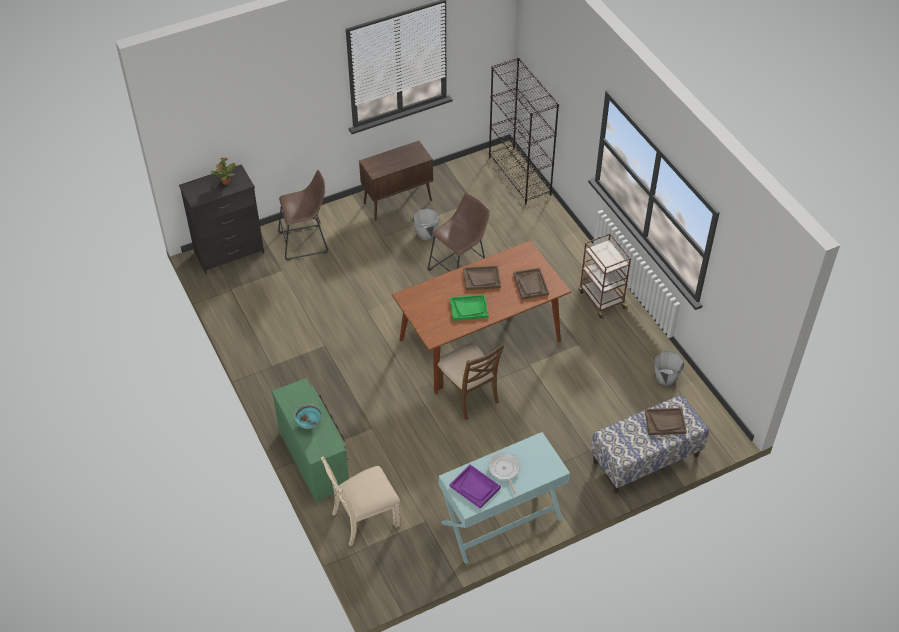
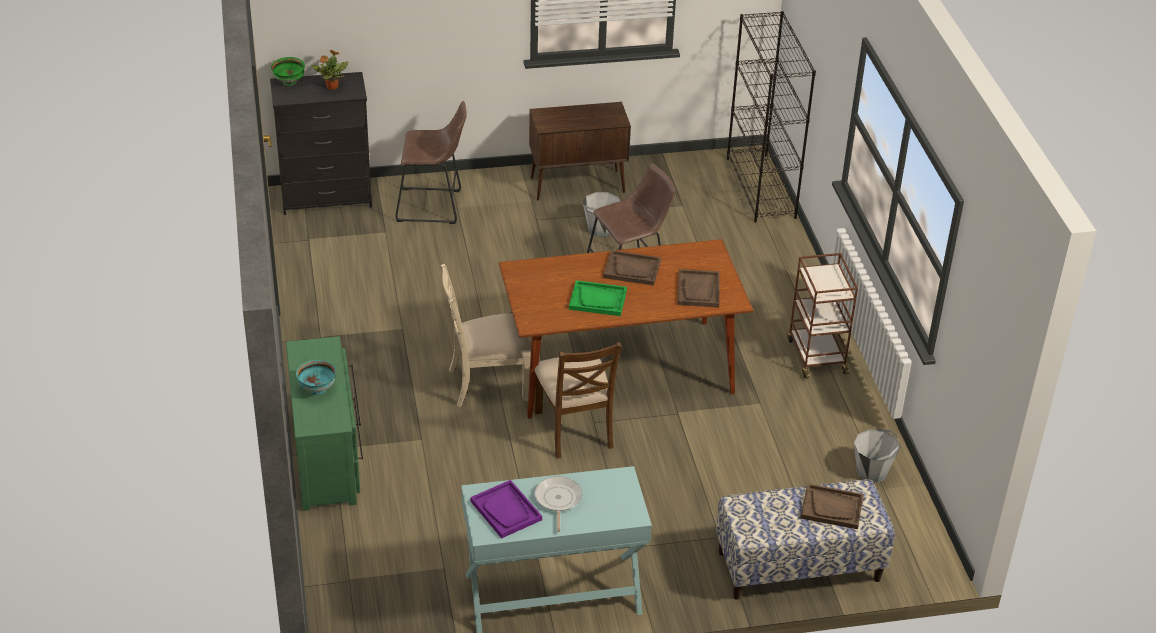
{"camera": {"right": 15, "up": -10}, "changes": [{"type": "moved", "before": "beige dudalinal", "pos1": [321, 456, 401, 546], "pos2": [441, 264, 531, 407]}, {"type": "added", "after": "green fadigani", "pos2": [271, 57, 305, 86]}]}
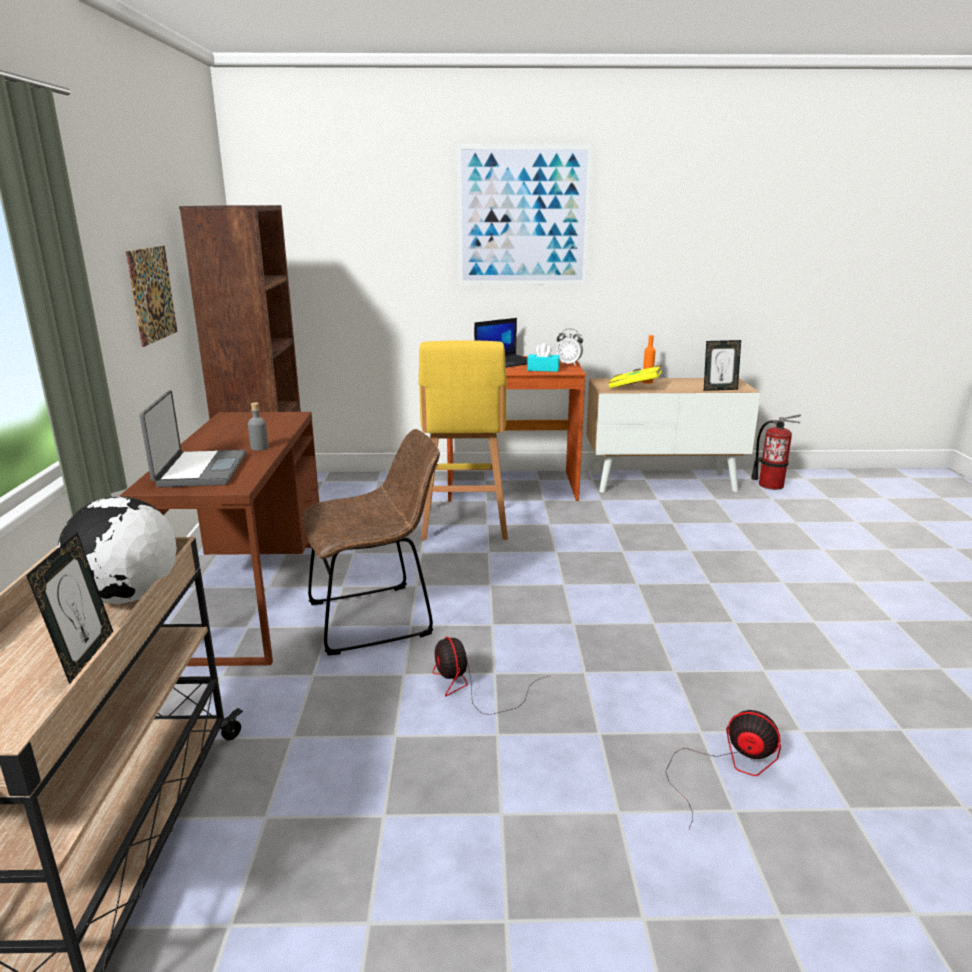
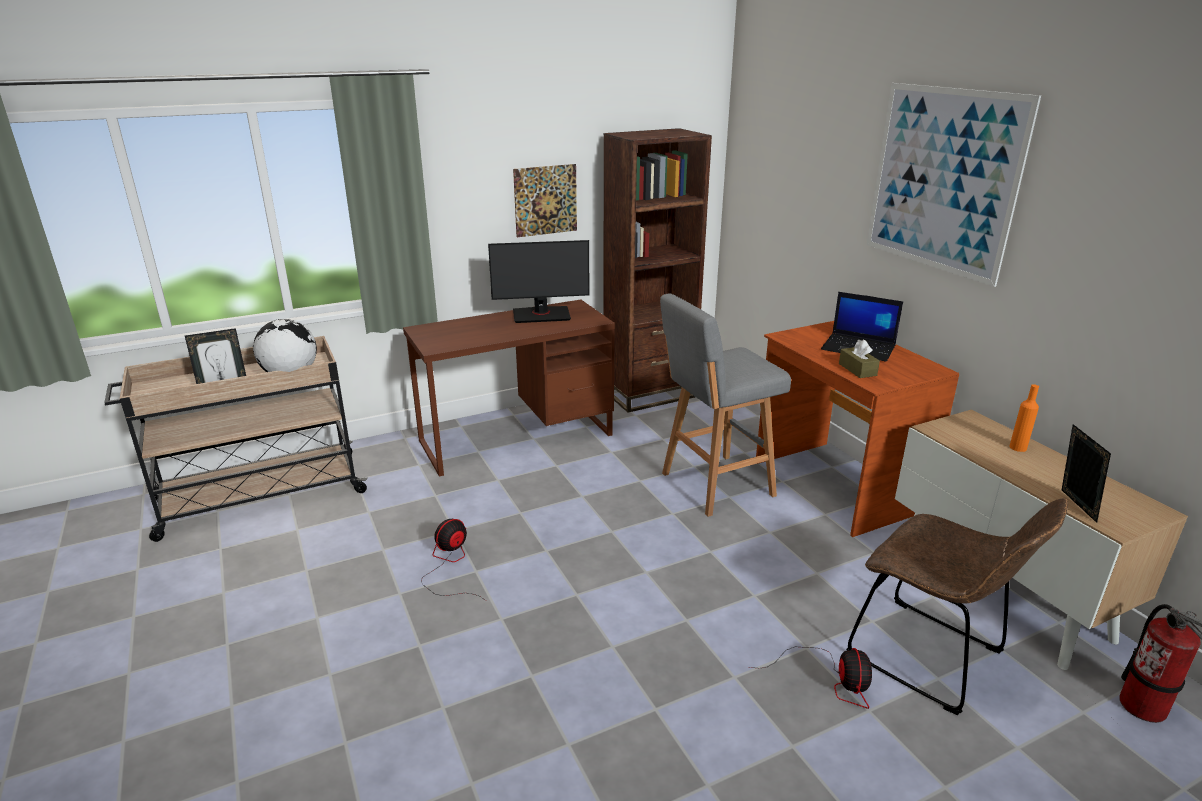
{"camera": {"right": 65, "up": 5}, "changes": [{"type": "removed", "before": "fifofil", "pos1": [556, 329, 583, 366]}, {"type": "recoloured", "before": "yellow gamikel", "after": "grey gamikel", "pos1": [418, 340, 508, 540], "pos2": [660, 293, 791, 517]}, {"type": "turned", "before": "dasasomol", "pos1": [704, 340, 741, 391], "pos2": [1062, 424, 1111, 523], "turn": -150}, {"type": "recoloured", "before": "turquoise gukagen", "after": "brown gukagen", "pos1": [527, 343, 560, 372], "pos2": [839, 339, 880, 378]}, {"type": "removed", "before": "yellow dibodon", "pos1": [608, 365, 662, 388]}, {"type": "removed", "before": "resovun", "pos1": [140, 390, 246, 487]}, {"type": "removed", "before": "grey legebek", "pos1": [248, 402, 268, 451]}, {"type": "moved", "before": "brown dudalinal", "pos1": [302, 429, 440, 655], "pos2": [846, 499, 1068, 715]}, {"type": "moved", "before": "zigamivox", "pos1": [665, 710, 781, 830], "pos2": [749, 647, 872, 709]}, {"type": "added", "after": "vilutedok", "pos2": [488, 240, 590, 323]}]}
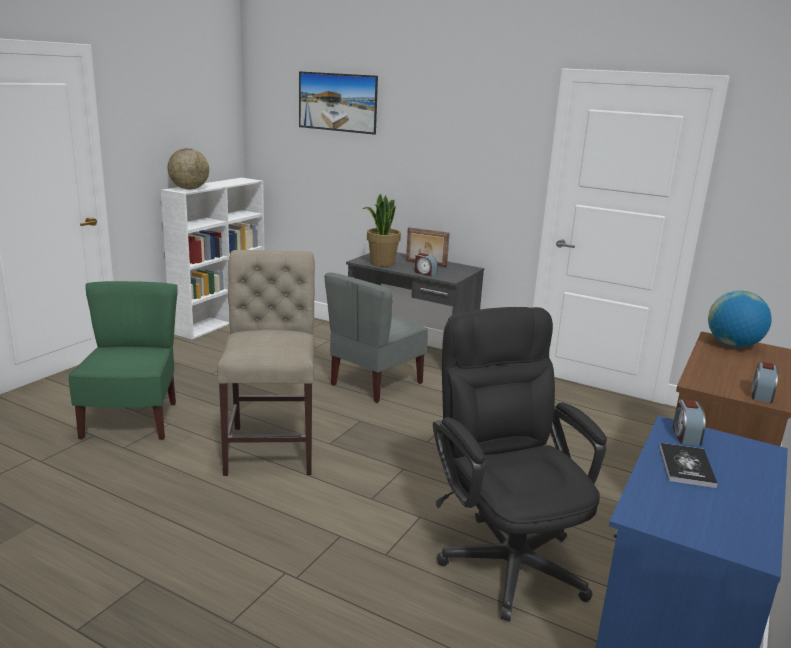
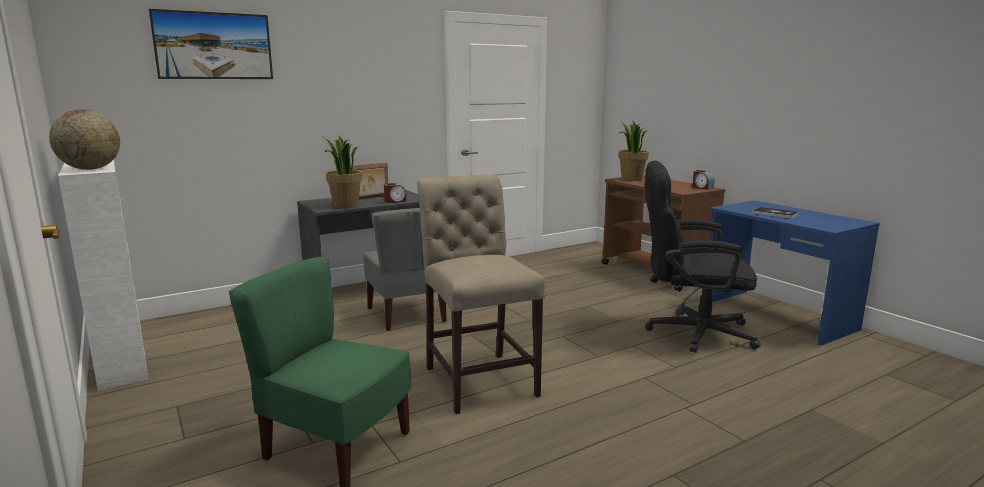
{"camera": {"right": -60, "up": -5}, "changes": [{"type": "turned", "before": "beige dudalinal", "pos1": [217, 250, 315, 476], "pos2": [417, 174, 545, 414], "turn": 45}, {"type": "replaced", "before": "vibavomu", "after": "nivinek", "pos1": [708, 291, 772, 348], "pos2": [618, 121, 649, 181]}, {"type": "removed", "before": "fifofil", "pos1": [673, 399, 706, 446]}]}
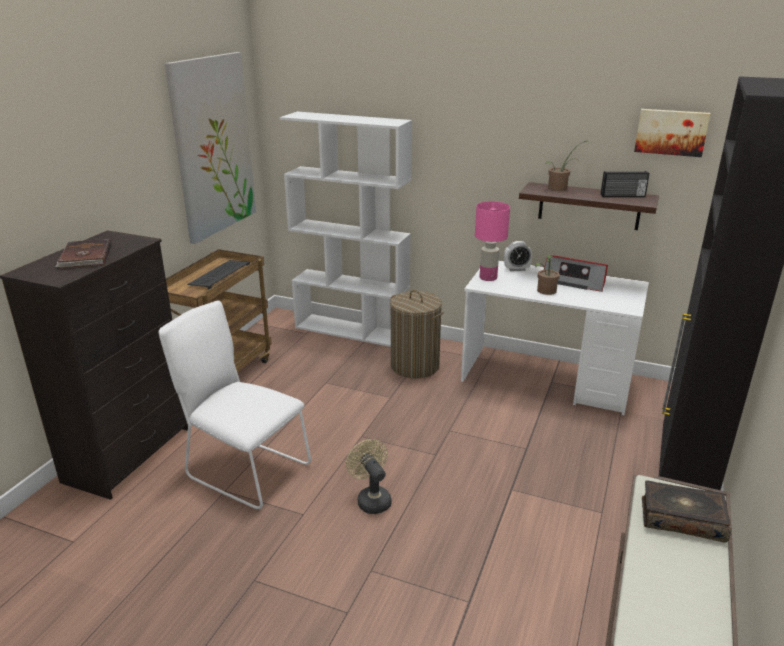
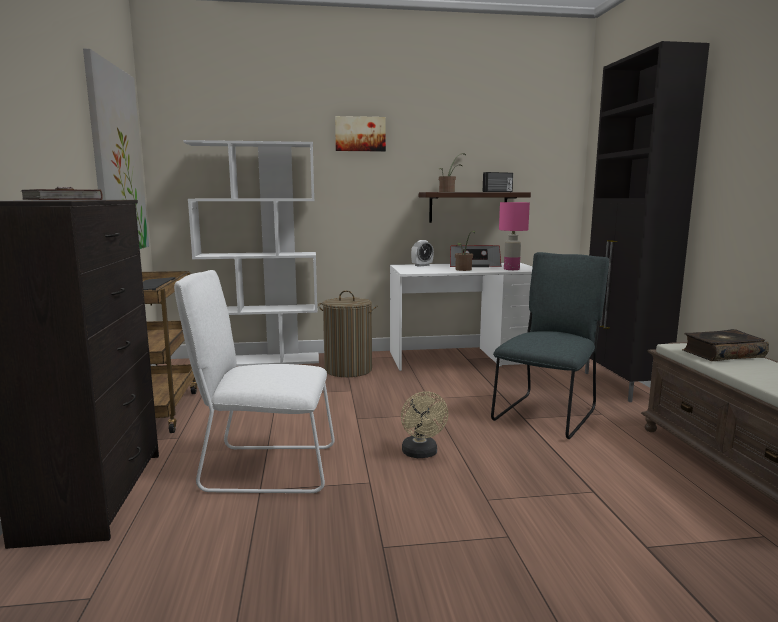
{"camera": {"right": -30, "up": -15}, "changes": [{"type": "moved", "before": "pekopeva", "pos1": [634, 109, 710, 157], "pos2": [335, 116, 386, 152]}, {"type": "moved", "before": "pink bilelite", "pos1": [475, 201, 510, 281], "pos2": [499, 202, 530, 270]}, {"type": "turned", "before": "beige zigamivox", "pos1": [346, 439, 391, 514], "pos2": [401, 391, 448, 458], "turn": -135}, {"type": "added", "after": "grey dudalinal", "pos2": [491, 252, 609, 439]}]}
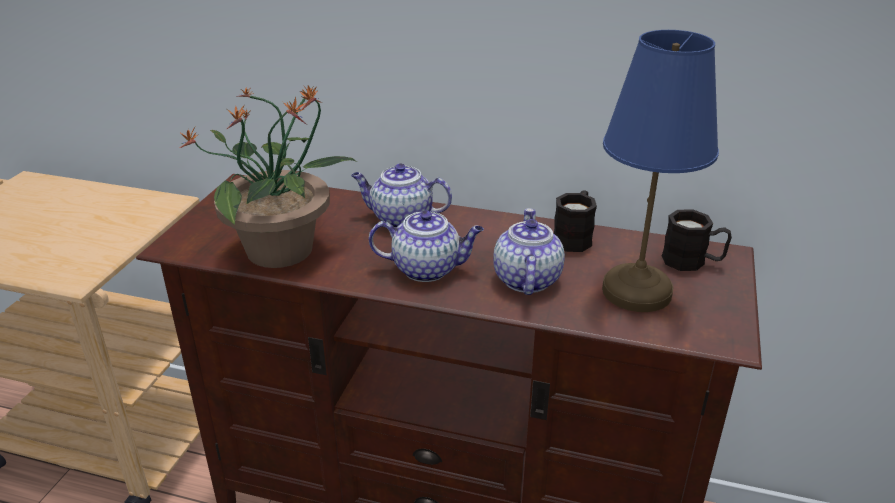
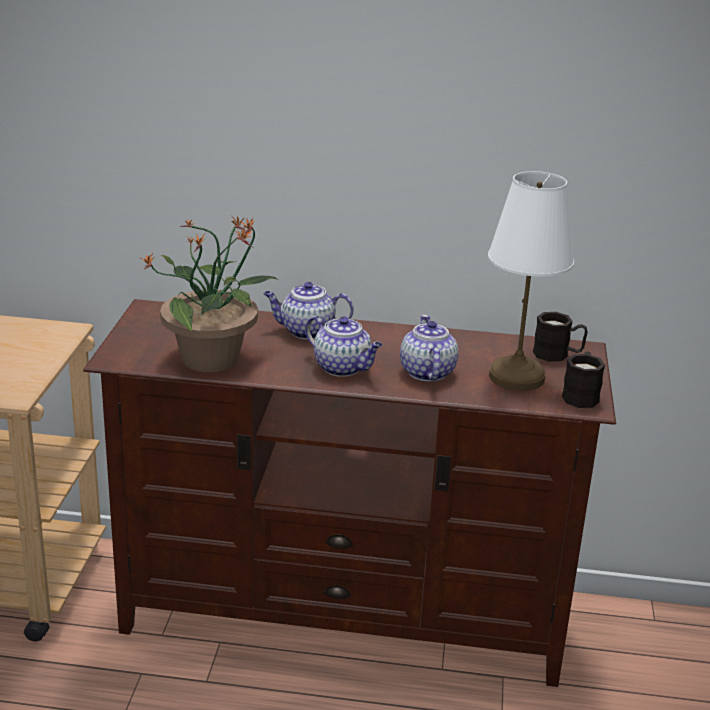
{"camera": {"right": -10, "up": -5}, "changes": [{"type": "recoloured", "before": "blue bilelite", "after": "white bilelite", "pos1": [602, 30, 719, 312], "pos2": [488, 171, 574, 391]}, {"type": "moved", "before": "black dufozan", "pos1": [554, 191, 597, 252], "pos2": [562, 352, 605, 408]}, {"type": "turned", "before": "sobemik", "pos1": [369, 210, 484, 282], "pos2": [305, 316, 382, 377], "turn": 45}]}
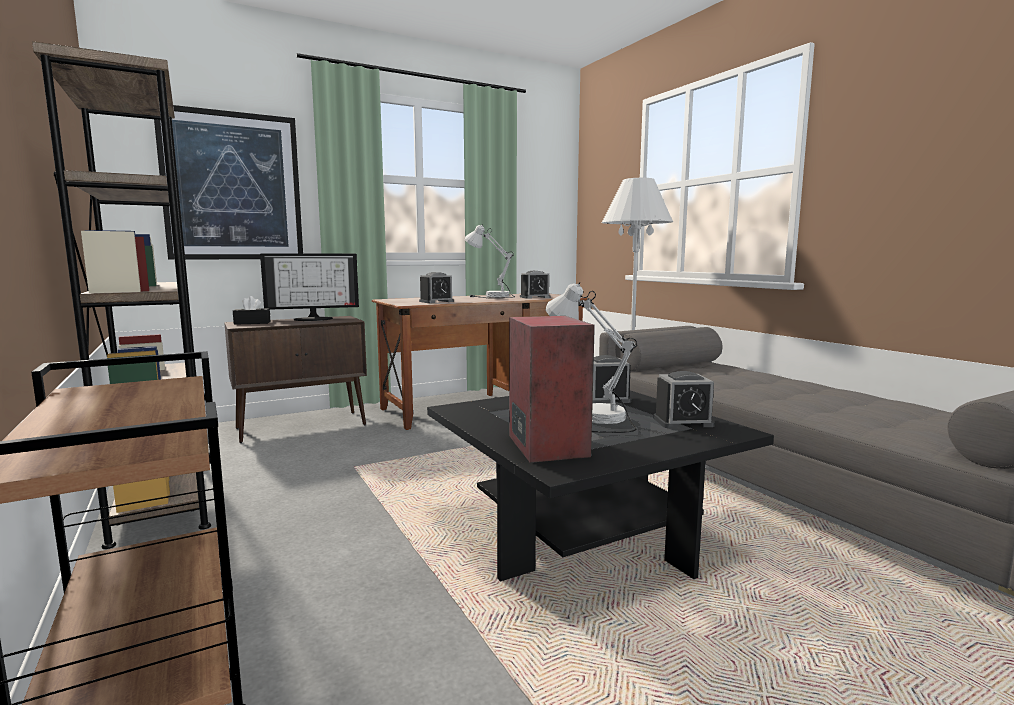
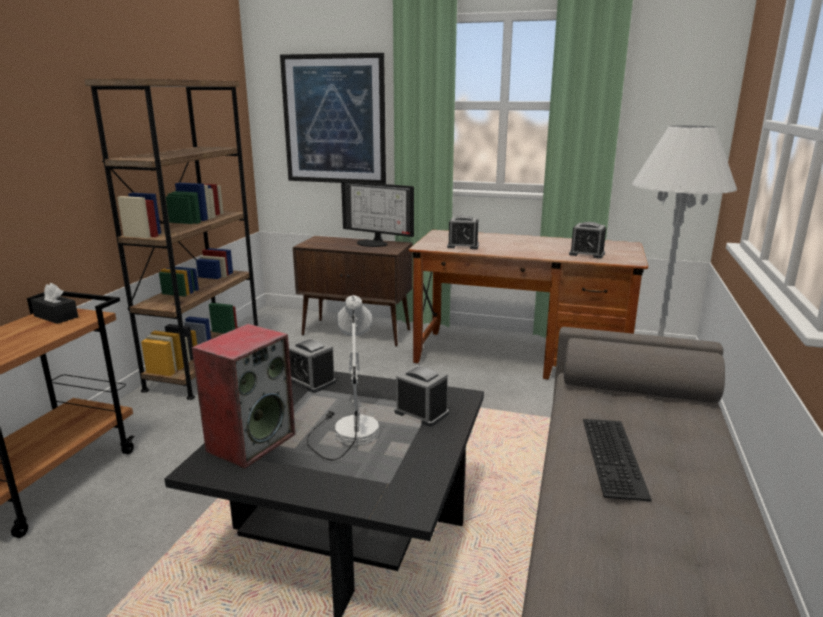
{"camera": {"right": 45, "up": 10}, "changes": [{"type": "removed", "before": "white bilelite", "pos1": [465, 224, 515, 298]}, {"type": "moved", "before": "black gukagen", "pos1": [233, 296, 270, 325], "pos2": [31, 283, 78, 324]}, {"type": "moved", "before": "fifofil", "pos1": [653, 371, 715, 428], "pos2": [289, 338, 336, 393]}, {"type": "added", "after": "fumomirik", "pos2": [583, 419, 652, 501]}]}
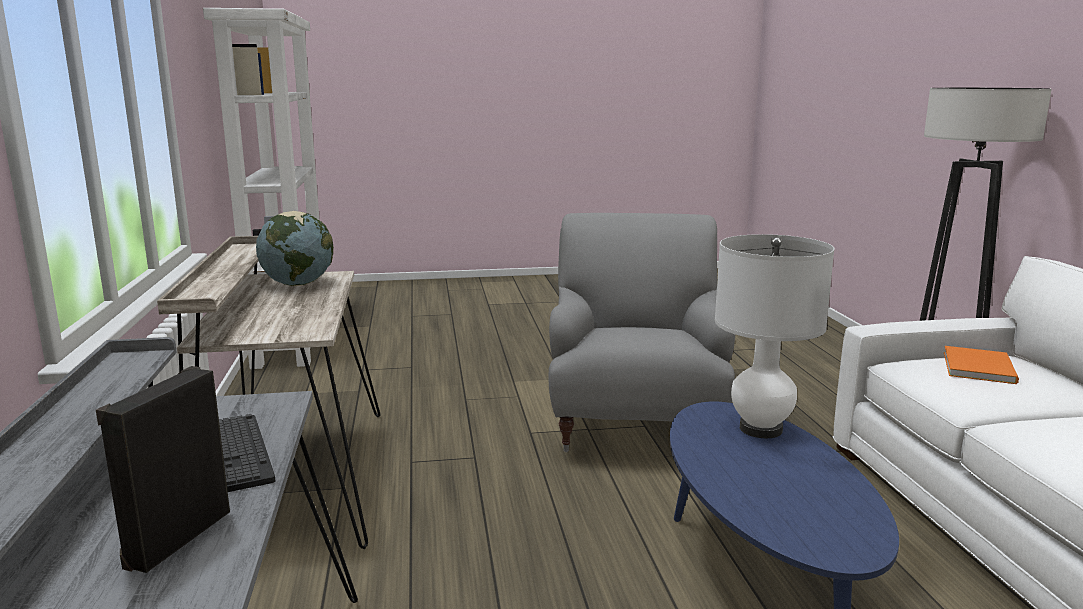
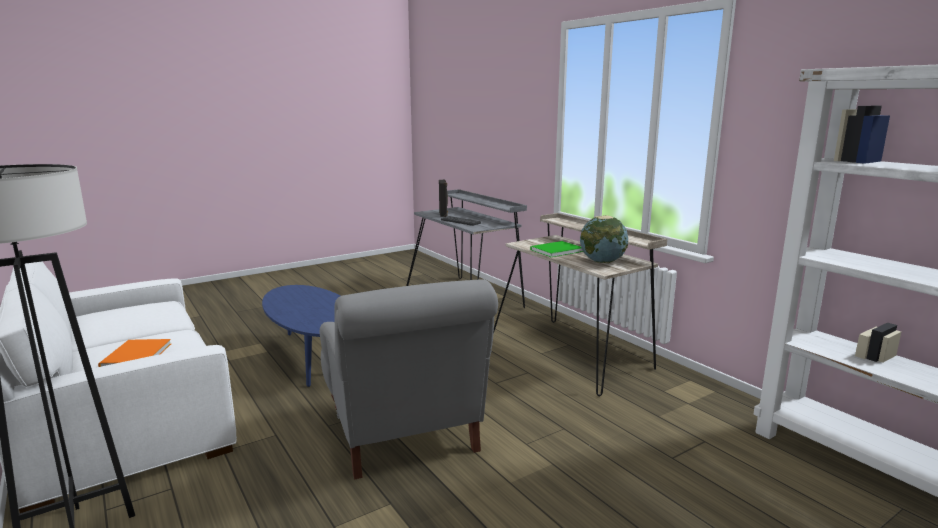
{"camera": {"right": 155, "up": 0}, "changes": [{"type": "removed", "before": "white bilelite", "pos1": [715, 234, 835, 438]}, {"type": "added", "after": "green dibodon", "pos2": [530, 241, 583, 257]}]}
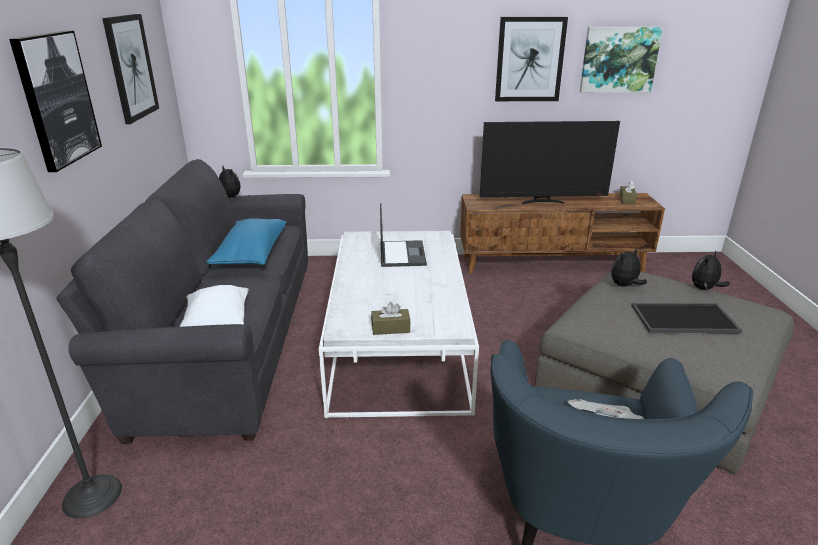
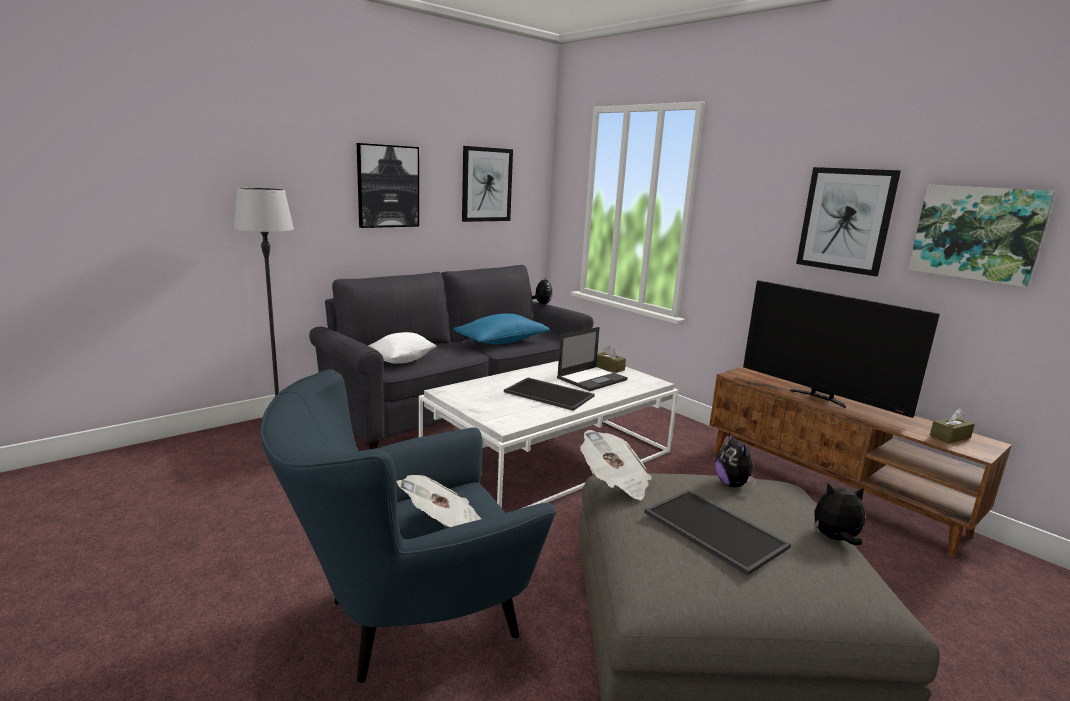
{"camera": {"right": 50, "up": -10}, "changes": [{"type": "turned", "before": "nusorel", "pos1": [611, 248, 647, 286], "pos2": [715, 431, 757, 487], "turn": -120}, {"type": "moved", "before": "brown gukagen", "pos1": [371, 302, 410, 335], "pos2": [596, 345, 626, 373]}, {"type": "added", "after": "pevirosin", "pos2": [504, 377, 595, 411]}, {"type": "added", "after": "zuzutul", "pos2": [580, 430, 652, 500]}]}
